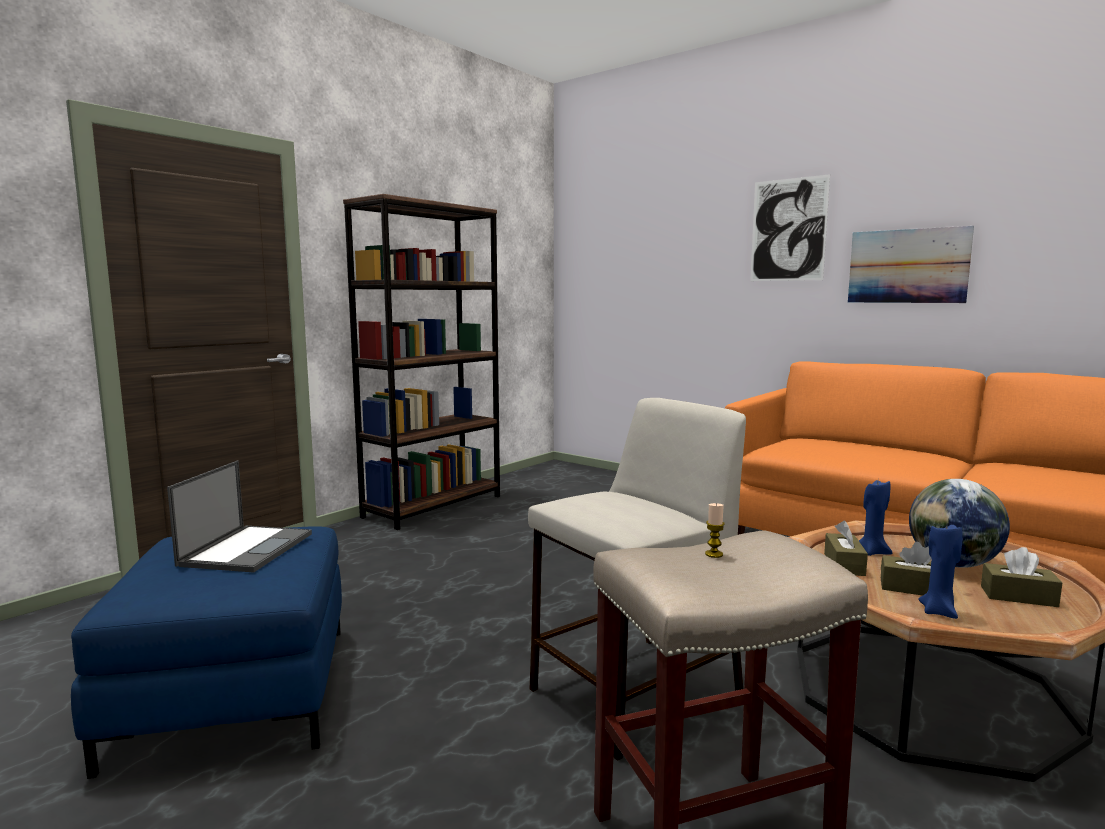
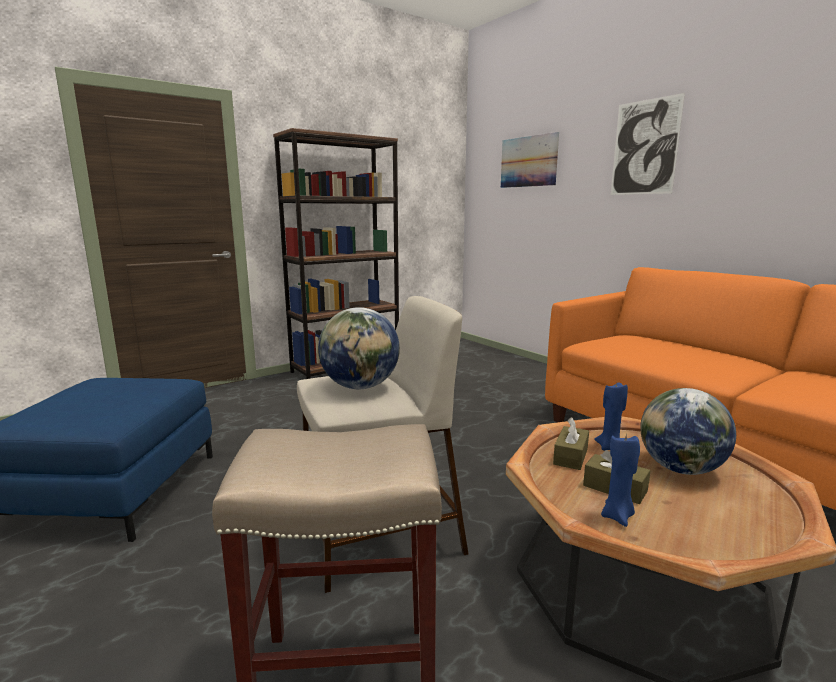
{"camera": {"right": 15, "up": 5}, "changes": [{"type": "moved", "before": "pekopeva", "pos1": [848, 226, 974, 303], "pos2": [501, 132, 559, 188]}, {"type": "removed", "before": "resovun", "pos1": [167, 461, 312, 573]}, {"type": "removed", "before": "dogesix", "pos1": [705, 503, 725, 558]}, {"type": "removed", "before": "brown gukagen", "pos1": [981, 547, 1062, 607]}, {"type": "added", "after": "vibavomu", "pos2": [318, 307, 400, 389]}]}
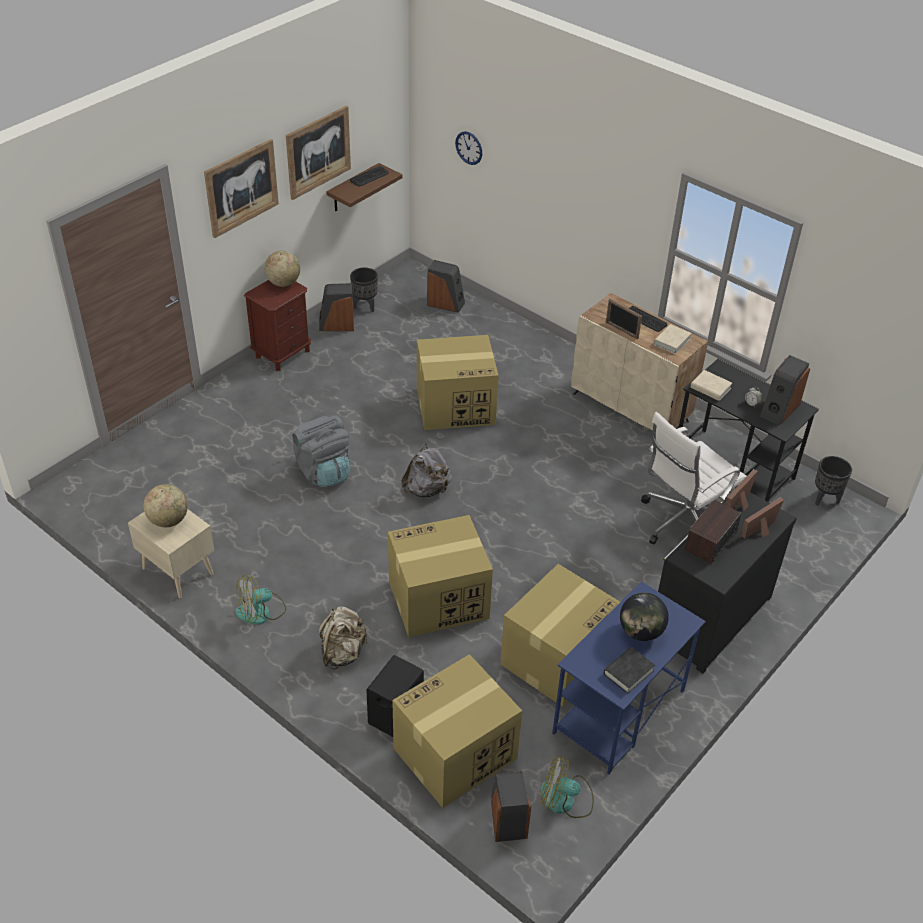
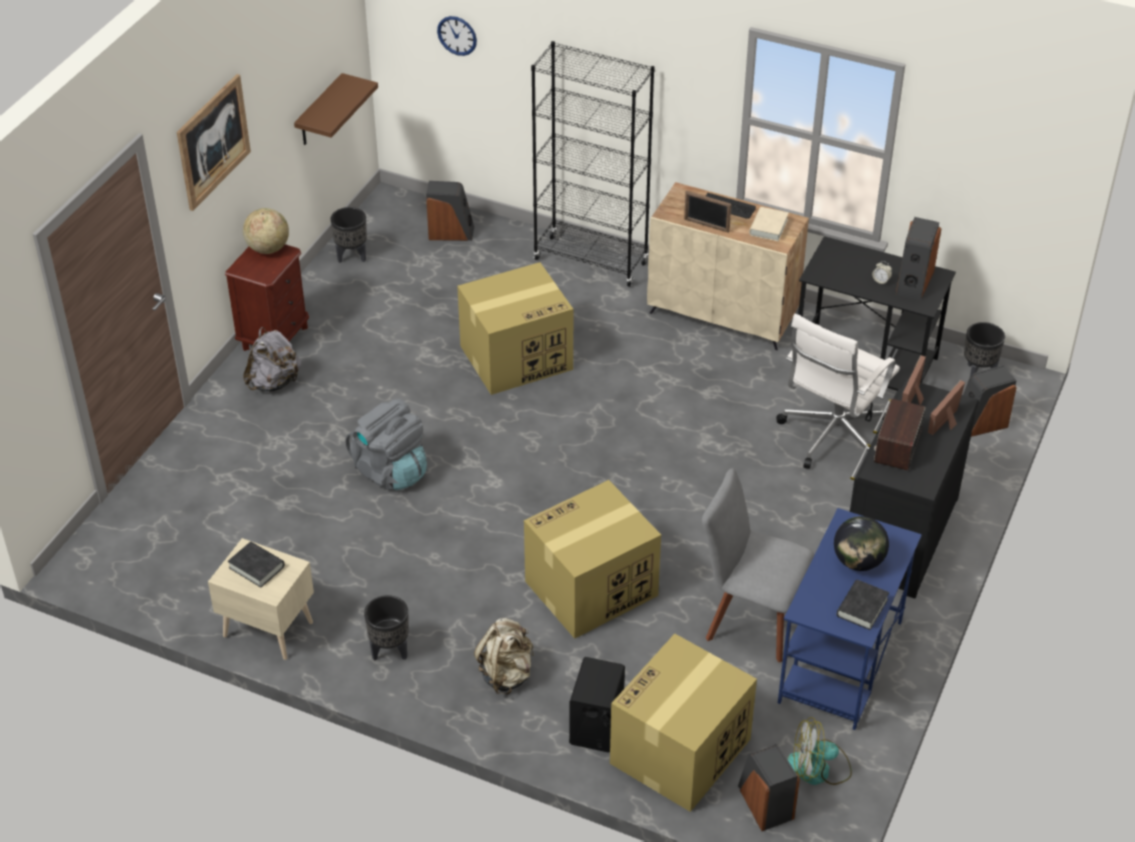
{"camera": {"right": -15, "up": 0}, "changes": [{"type": "removed", "before": "pekopeva", "pos1": [286, 106, 351, 200]}, {"type": "removed", "before": "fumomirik", "pos1": [350, 166, 389, 187]}, {"type": "moved", "before": "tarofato", "pos1": [319, 283, 354, 331], "pos2": [963, 365, 1016, 437]}, {"type": "removed", "before": "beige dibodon", "pos1": [691, 370, 732, 401]}, {"type": "moved", "before": "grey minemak", "pos1": [401, 443, 452, 497], "pos2": [243, 327, 302, 391]}, {"type": "replaced", "before": "vibavomu", "after": "black dibodon", "pos1": [144, 484, 188, 527], "pos2": [228, 542, 284, 587]}, {"type": "replaced", "before": "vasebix", "after": "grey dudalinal", "pos1": [500, 564, 620, 707], "pos2": [702, 468, 814, 662]}, {"type": "replaced", "before": "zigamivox", "after": "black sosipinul", "pos1": [236, 574, 286, 625], "pos2": [364, 595, 409, 661]}, {"type": "added", "after": "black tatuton", "pos2": [531, 41, 655, 287]}]}
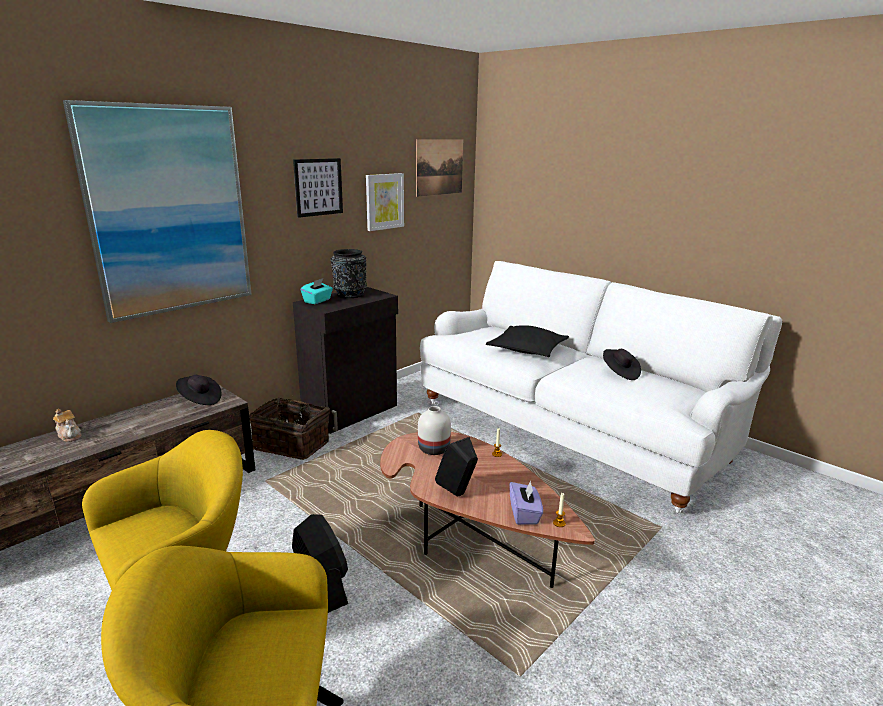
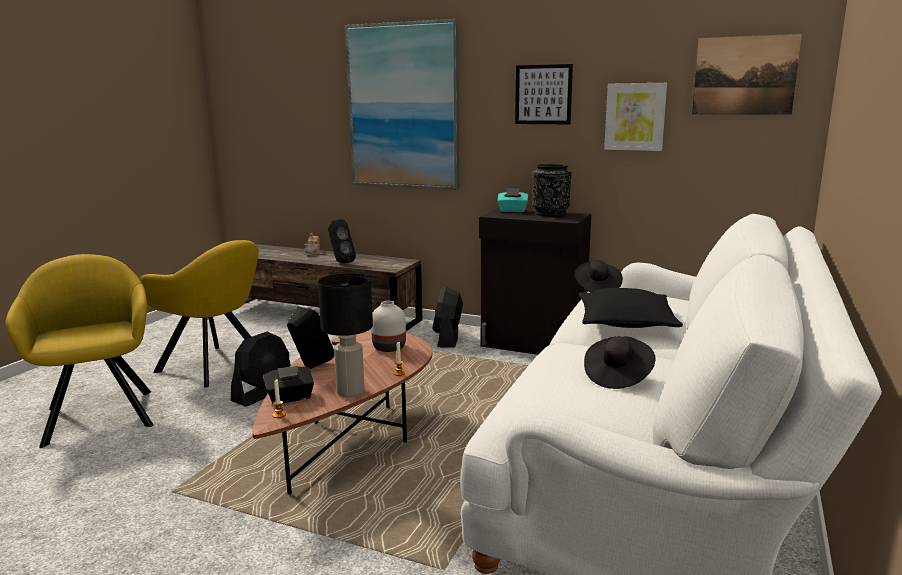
{"camera": {"right": 70, "up": -5}, "changes": [{"type": "moved", "before": "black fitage", "pos1": [176, 375, 222, 405], "pos2": [574, 260, 623, 292]}, {"type": "replaced", "before": "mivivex", "after": "black zigamivox", "pos1": [249, 398, 330, 460], "pos2": [432, 287, 463, 348]}, {"type": "recoloured", "before": "purple gukagen", "after": "black gukagen", "pos1": [509, 480, 543, 525], "pos2": [263, 366, 314, 405]}, {"type": "added", "after": "black tarofato", "pos2": [328, 219, 356, 264]}, {"type": "added", "after": "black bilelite", "pos2": [318, 273, 373, 397]}]}
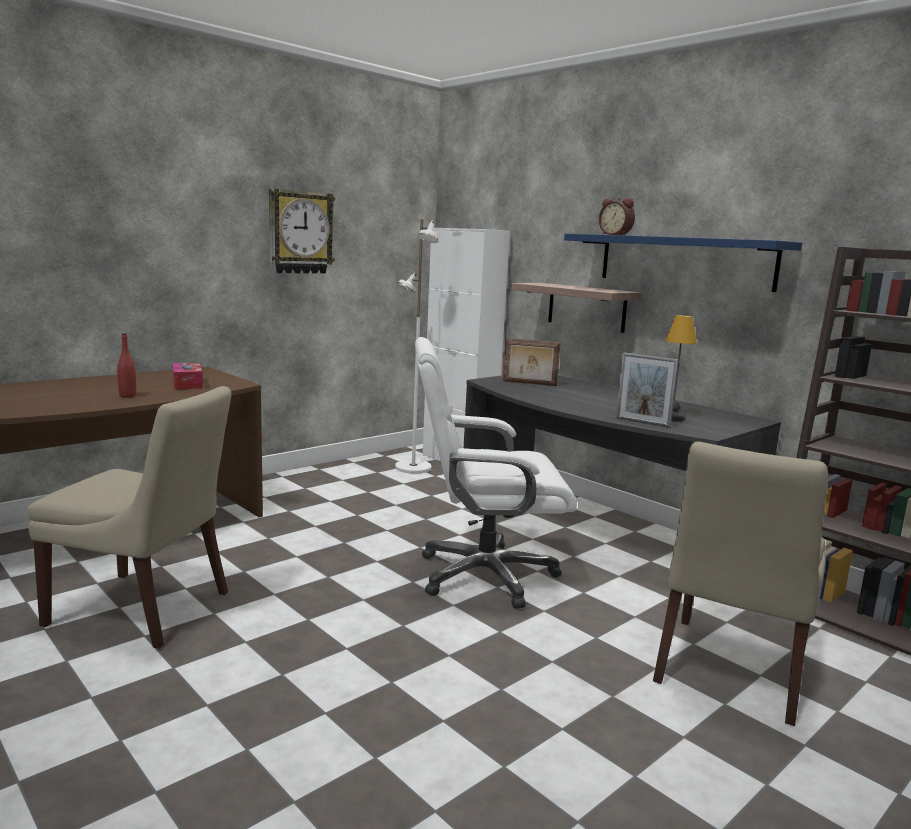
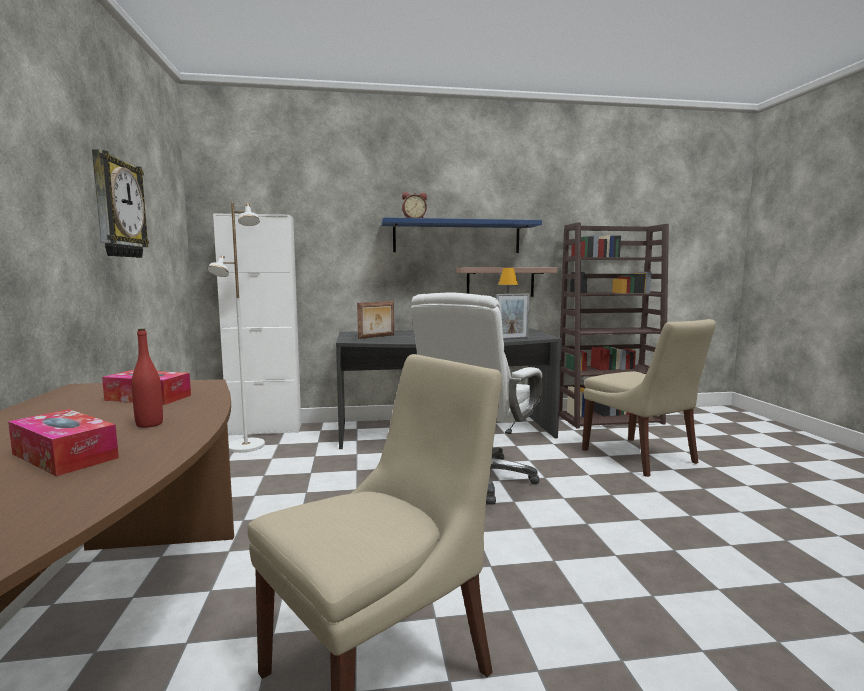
{"camera": {"right": -55, "up": -5}, "changes": [{"type": "moved", "before": "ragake", "pos1": [510, 283, 642, 333], "pos2": [456, 267, 557, 297]}, {"type": "added", "after": "gukagen", "pos2": [8, 409, 119, 476]}]}
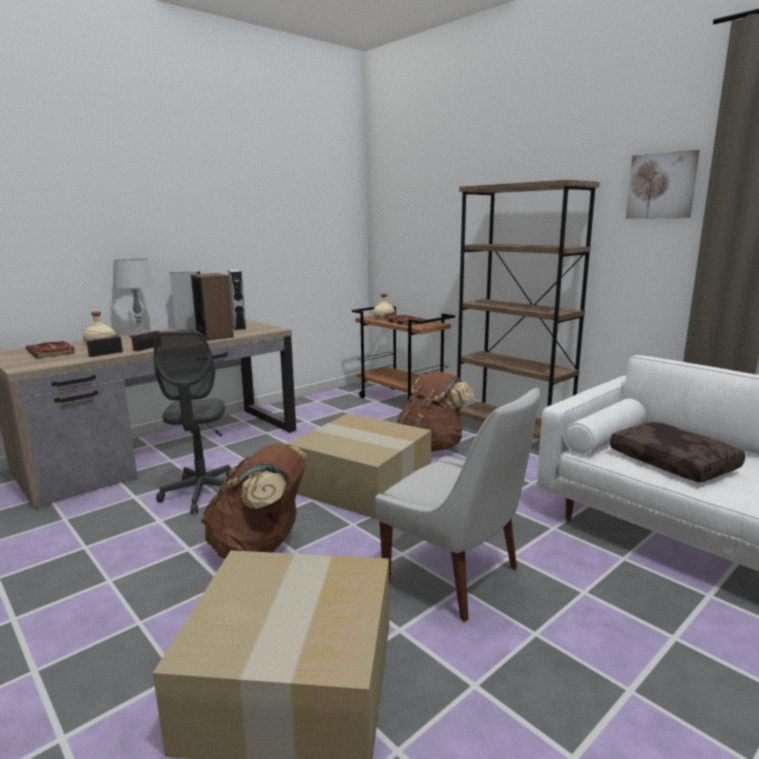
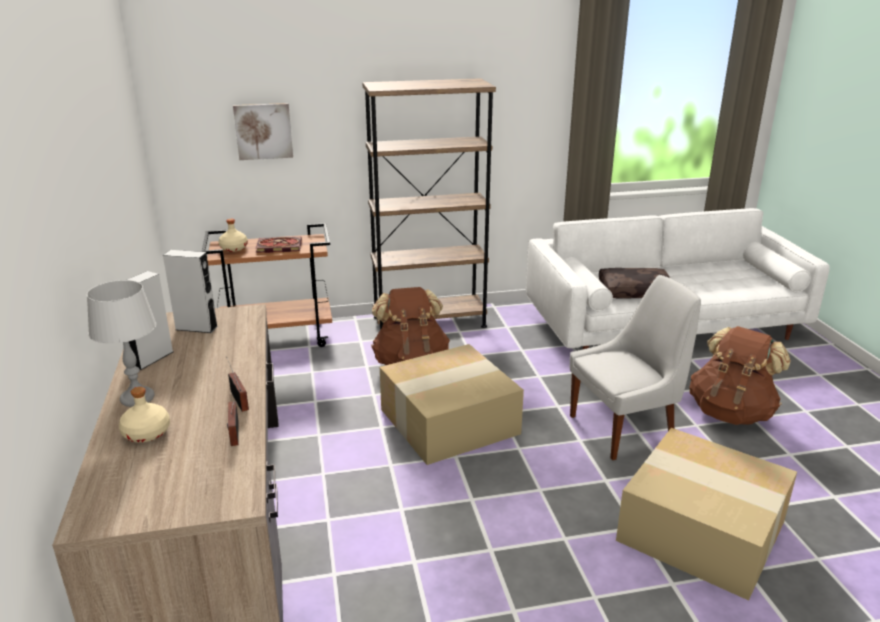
{"camera": {"right": -60, "up": 10}, "changes": [{"type": "moved", "before": "pekopeva", "pos1": [626, 150, 700, 219], "pos2": [233, 103, 293, 160]}, {"type": "removed", "before": "tarofato", "pos1": [191, 273, 234, 341]}, {"type": "removed", "before": "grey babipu", "pos1": [154, 331, 232, 514]}, {"type": "removed", "before": "dibodon", "pos1": [26, 341, 75, 358]}, {"type": "moved", "before": "brown minemak", "pos1": [201, 444, 307, 558], "pos2": [689, 326, 791, 425]}]}
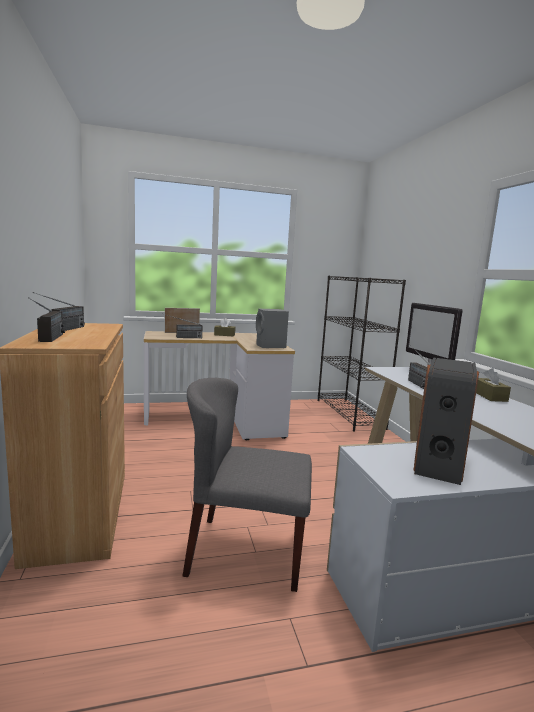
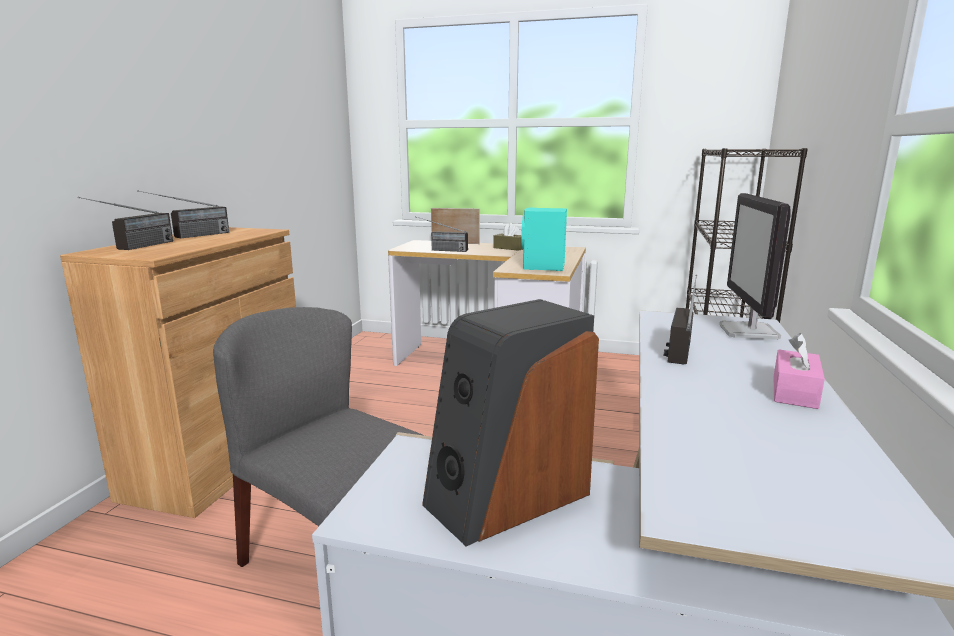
{"camera": {"right": 30, "up": 5}, "changes": [{"type": "recoloured", "before": "grey tarofato", "after": "turquoise tarofato", "pos1": [256, 308, 289, 348], "pos2": [521, 207, 567, 271]}, {"type": "recoloured", "before": "brown gukagen", "after": "pink gukagen", "pos1": [476, 368, 511, 402], "pos2": [774, 333, 825, 409]}]}
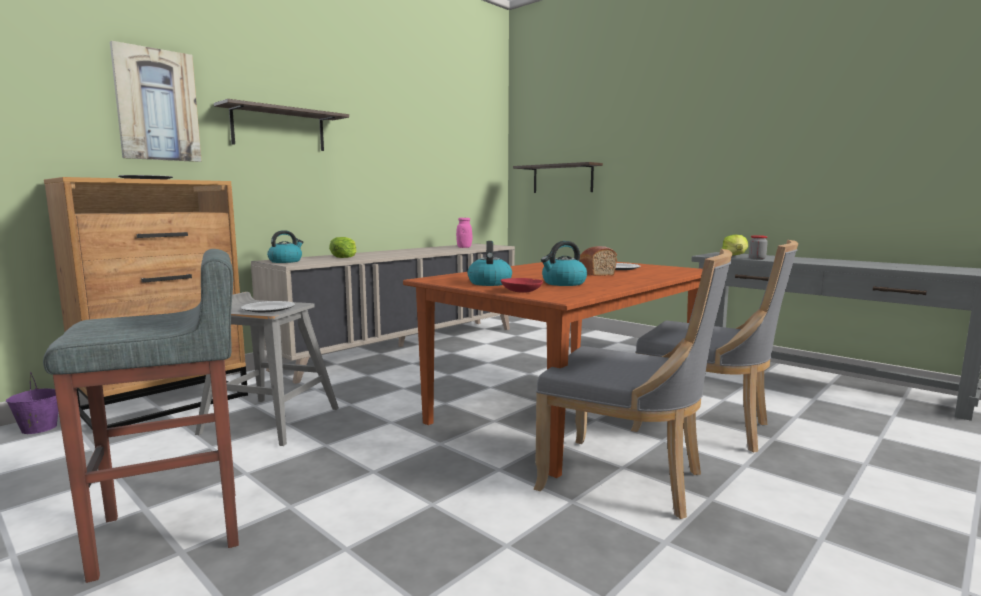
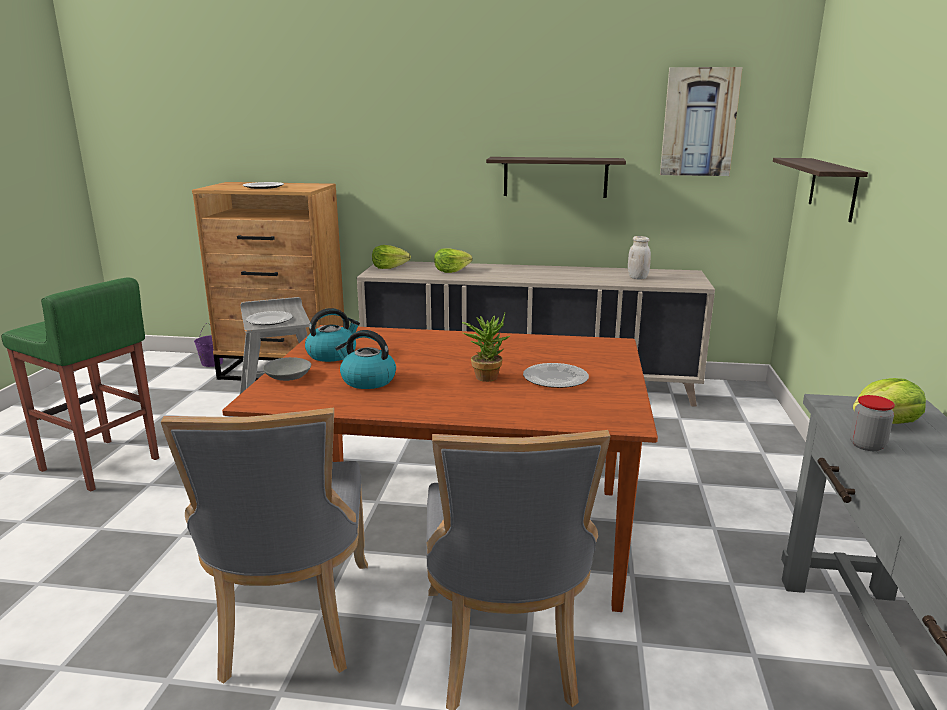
{"camera": {"right": 55, "up": 10}, "changes": [{"type": "moved", "before": "pekopeva", "pos1": [110, 41, 202, 162], "pos2": [660, 67, 743, 176]}, {"type": "moved", "before": "ragake", "pos1": [214, 99, 349, 151], "pos2": [486, 157, 626, 198]}, {"type": "recoloured", "before": "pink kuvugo", "after": "white kuvugo", "pos1": [456, 218, 472, 248], "pos2": [628, 236, 651, 279]}, {"type": "replaced", "before": "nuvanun", "after": "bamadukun", "pos1": [267, 230, 303, 263], "pos2": [372, 245, 411, 269]}, {"type": "replaced", "before": "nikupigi", "after": "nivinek", "pos1": [579, 246, 617, 276], "pos2": [462, 313, 510, 382]}, {"type": "recoloured", "before": "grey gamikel", "after": "green gamikel", "pos1": [43, 249, 239, 583], "pos2": [1, 277, 159, 491]}, {"type": "recoloured", "before": "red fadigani", "after": "grey fadigani", "pos1": [500, 278, 543, 293], "pos2": [263, 357, 311, 381]}]}
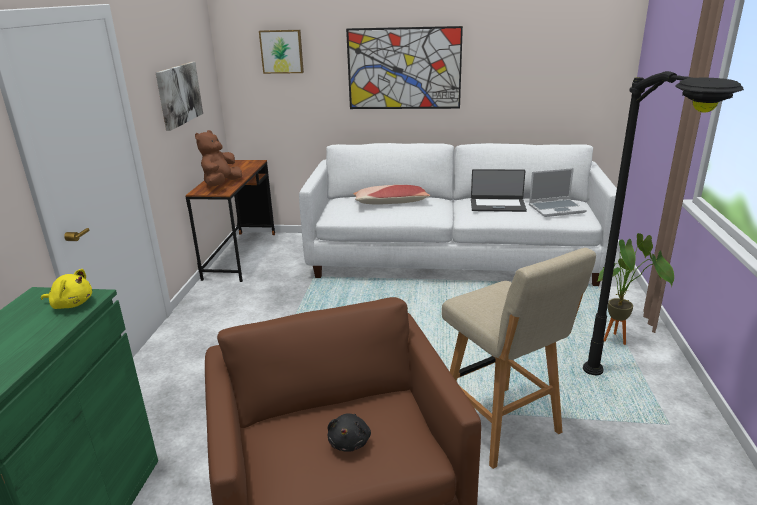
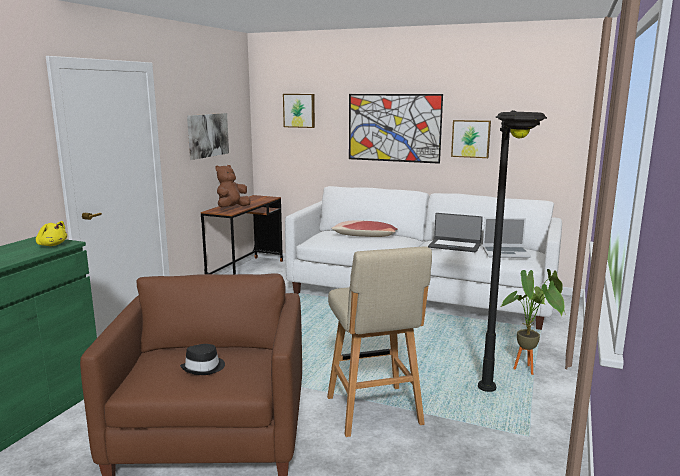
{"camera": {"right": 15, "up": -10}, "changes": [{"type": "replaced", "before": "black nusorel", "after": "black fitage", "pos1": [327, 413, 371, 452], "pos2": [180, 344, 225, 375]}, {"type": "added", "after": "pekopeva", "pos2": [451, 120, 491, 158]}]}
